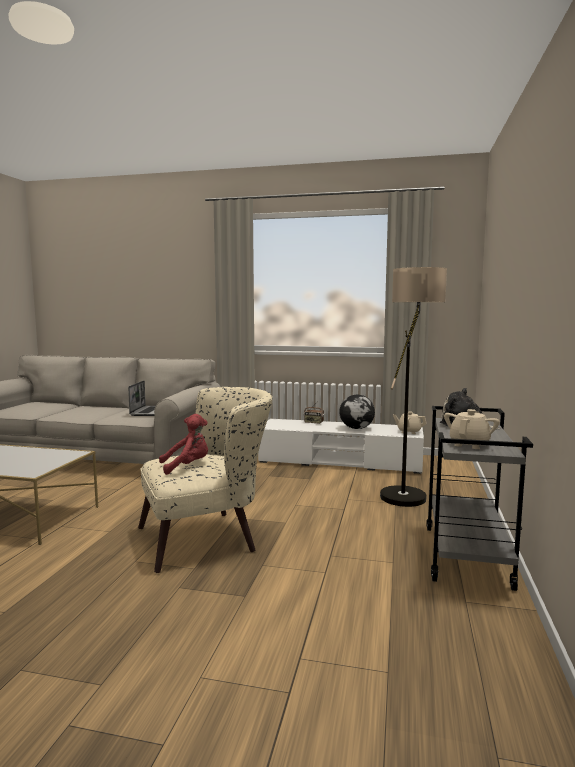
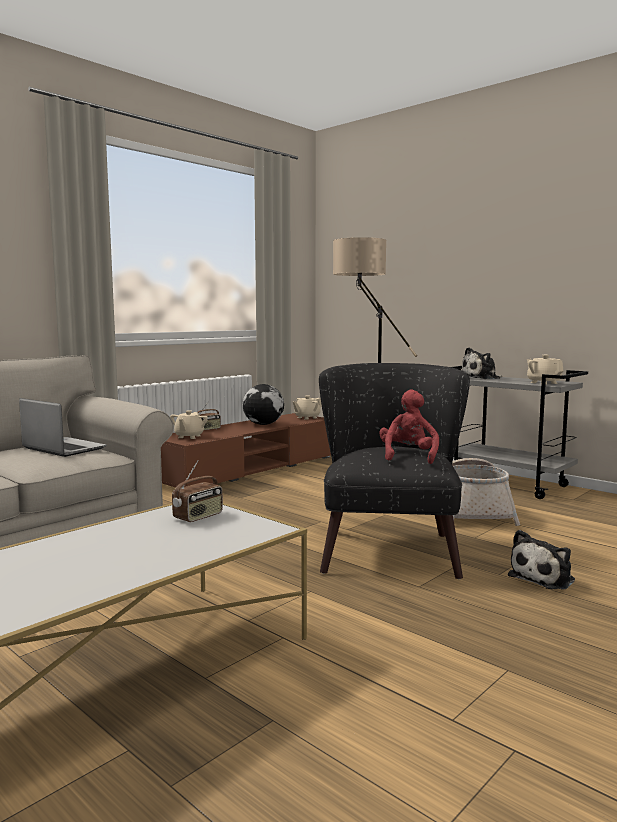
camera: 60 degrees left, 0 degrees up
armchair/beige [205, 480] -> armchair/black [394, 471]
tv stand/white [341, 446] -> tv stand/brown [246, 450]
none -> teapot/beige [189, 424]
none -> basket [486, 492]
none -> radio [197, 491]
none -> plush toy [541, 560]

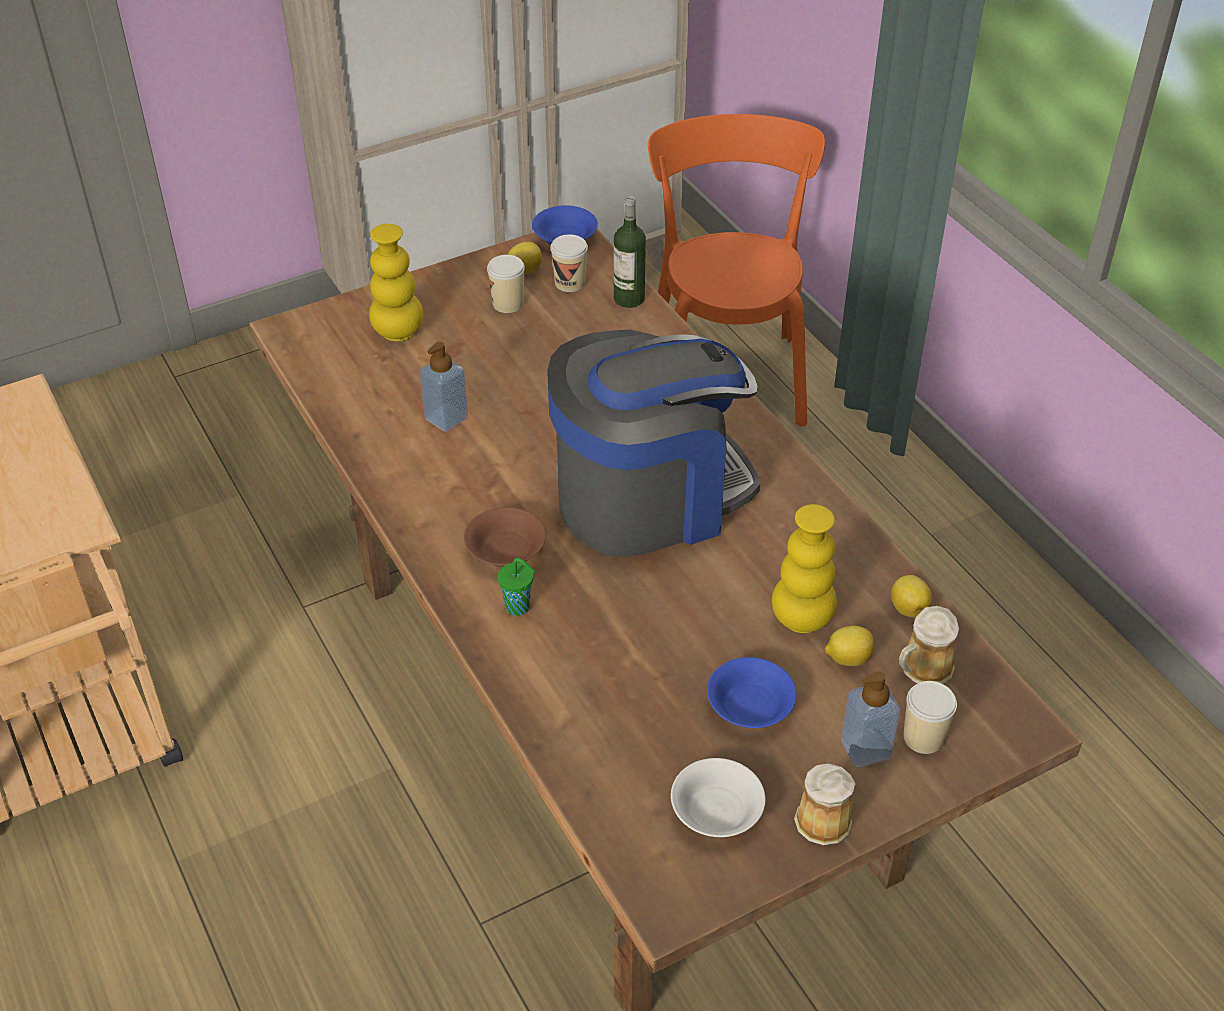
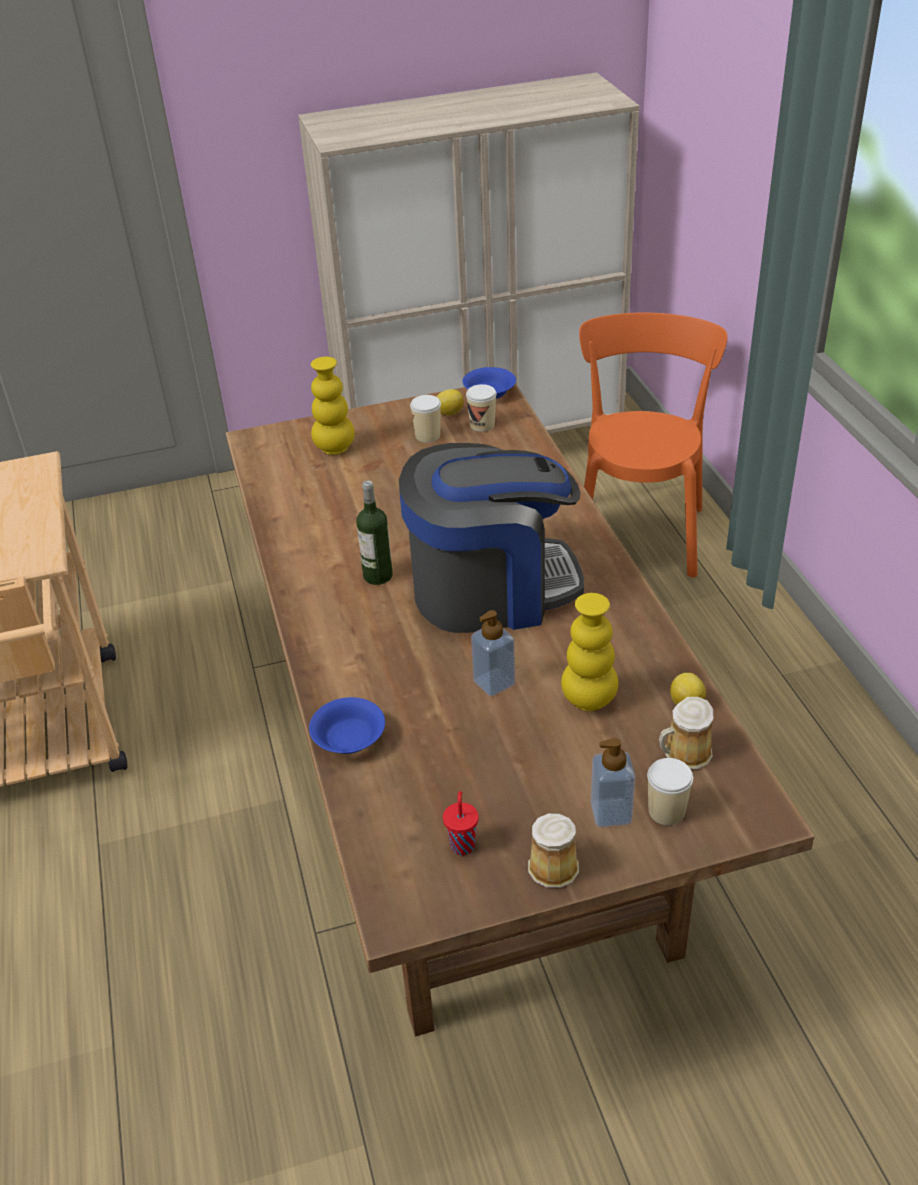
camera: 15 degrees right, 5 degrees down
bottle [630, 252] -> bottle [375, 532], relocated
soap dispenser [443, 387] -> soap dispenser [493, 653], relocated
bowl/brown [505, 537] -> none
cup/green [517, 587] -> none
lemon [849, 646] -> none
bowl/blue [752, 692] -> bowl/blue [347, 725], relocated
bowl/white [718, 797] -> cup/red [461, 823]

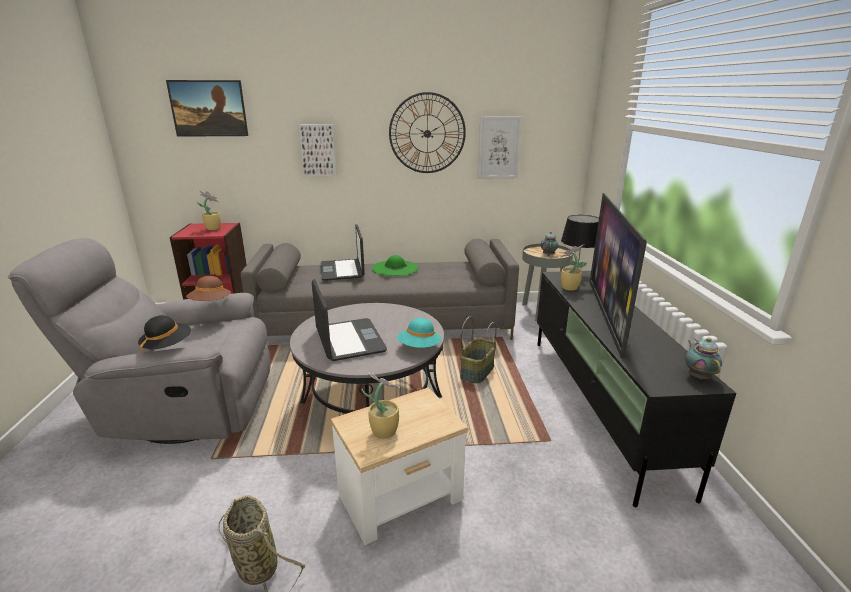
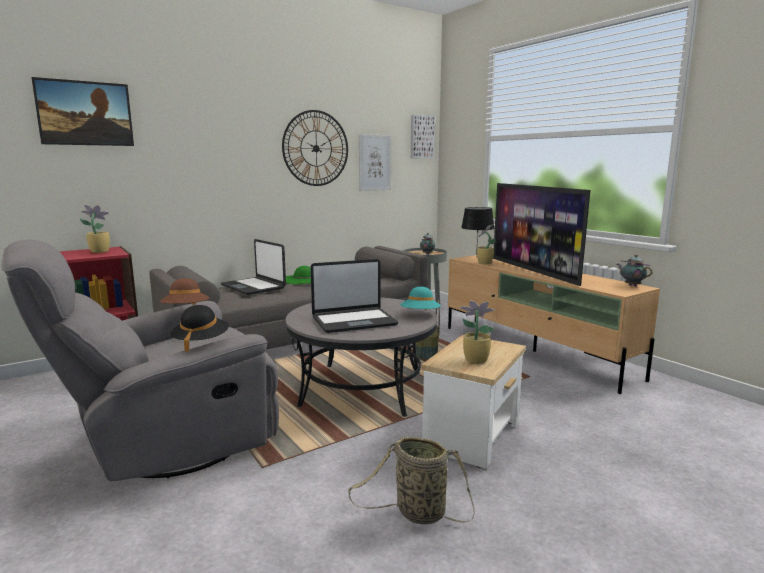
camera: 30 degrees left, 10 degrees down
picture [318, 150] -> picture [423, 136], relocated
tv stand/black [636, 389] -> tv stand/beige [554, 324]
laptop [349, 320] -> laptop [354, 296], 120 degrees clockwise

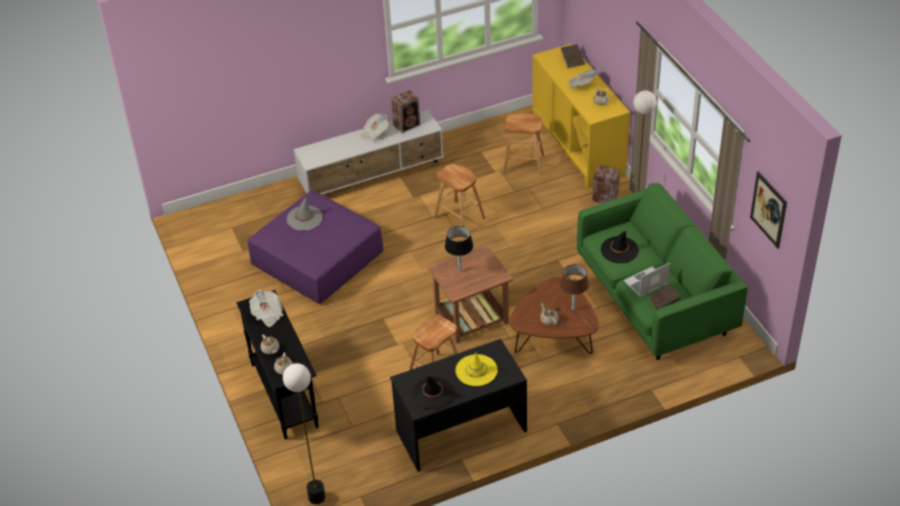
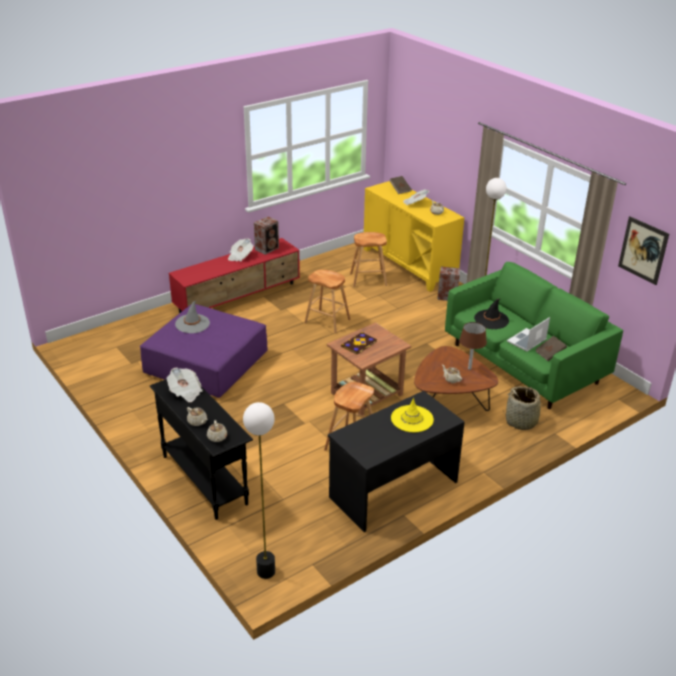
camera: 15 degrees left, 10 degrees down
tv stand/white [368, 152] -> tv stand/red [234, 275]
table lamp/black [459, 249] -> book [359, 343]
hat/black [433, 392] -> none
none -> basket [525, 408]

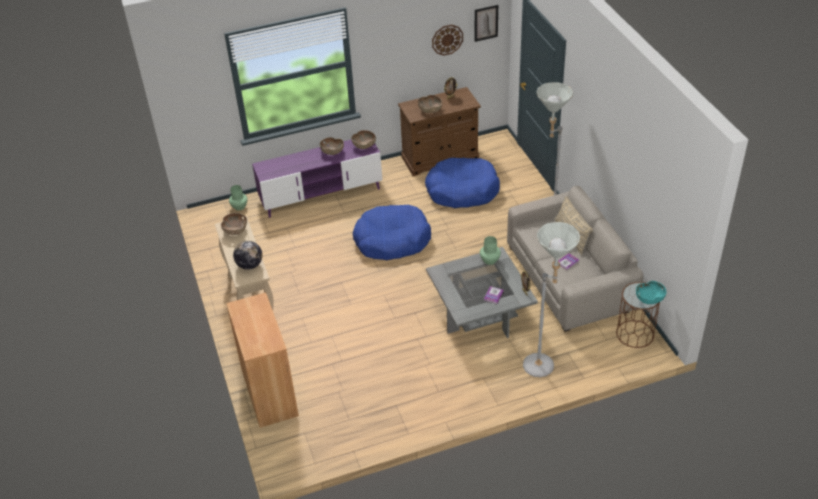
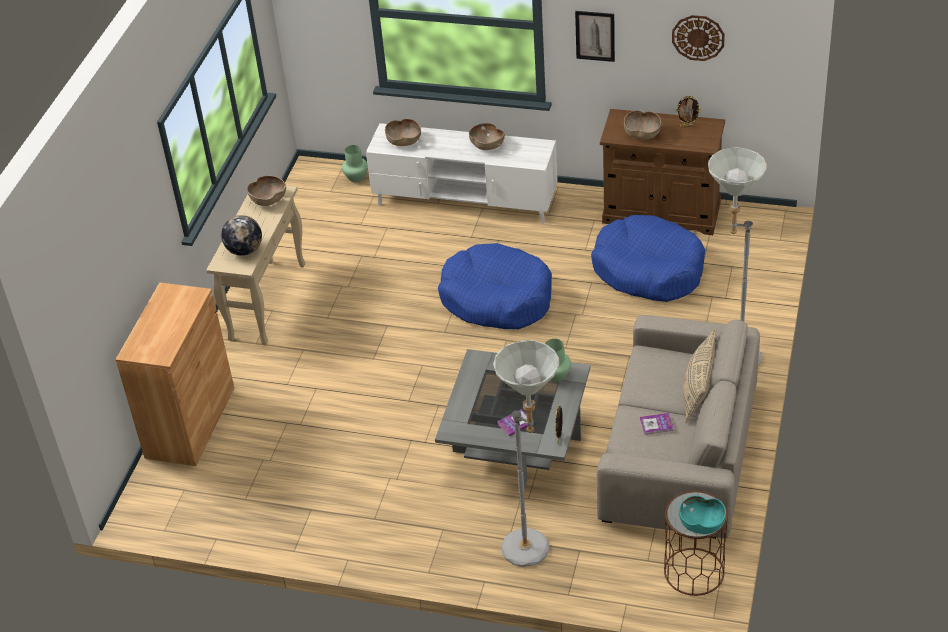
camera: 35 degrees right, 0 degrees up
picture [486, 23] -> picture [595, 36], relocated
bowl/brown [363, 139] -> bowl/brown [403, 132], relocated
tv stand/purple [317, 179] -> tv stand/white [462, 173]

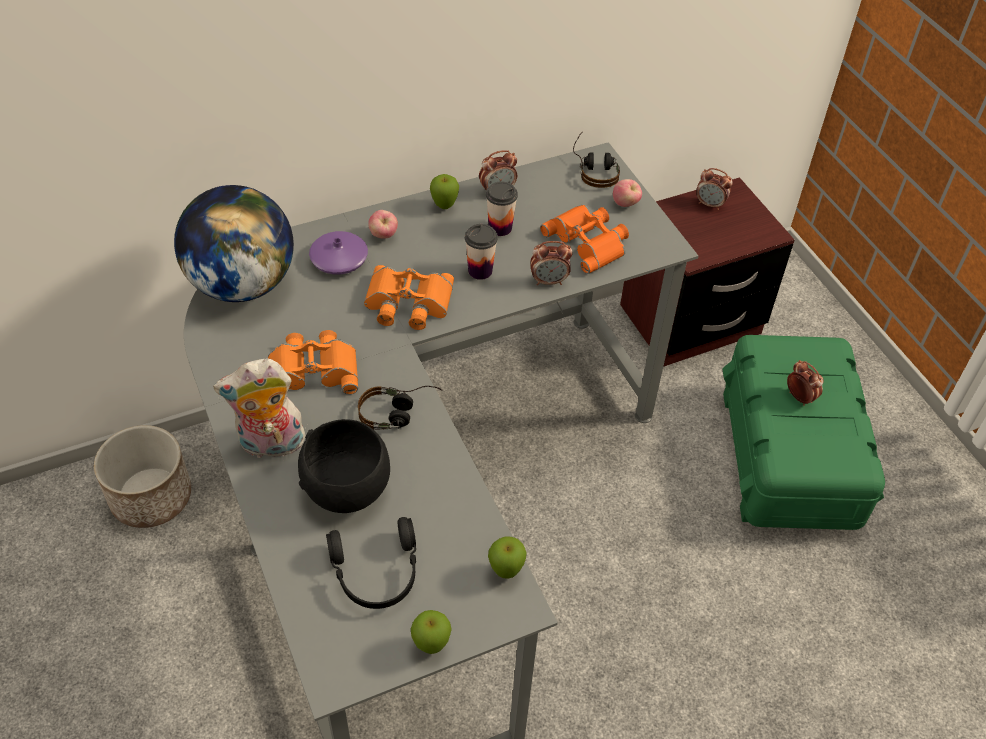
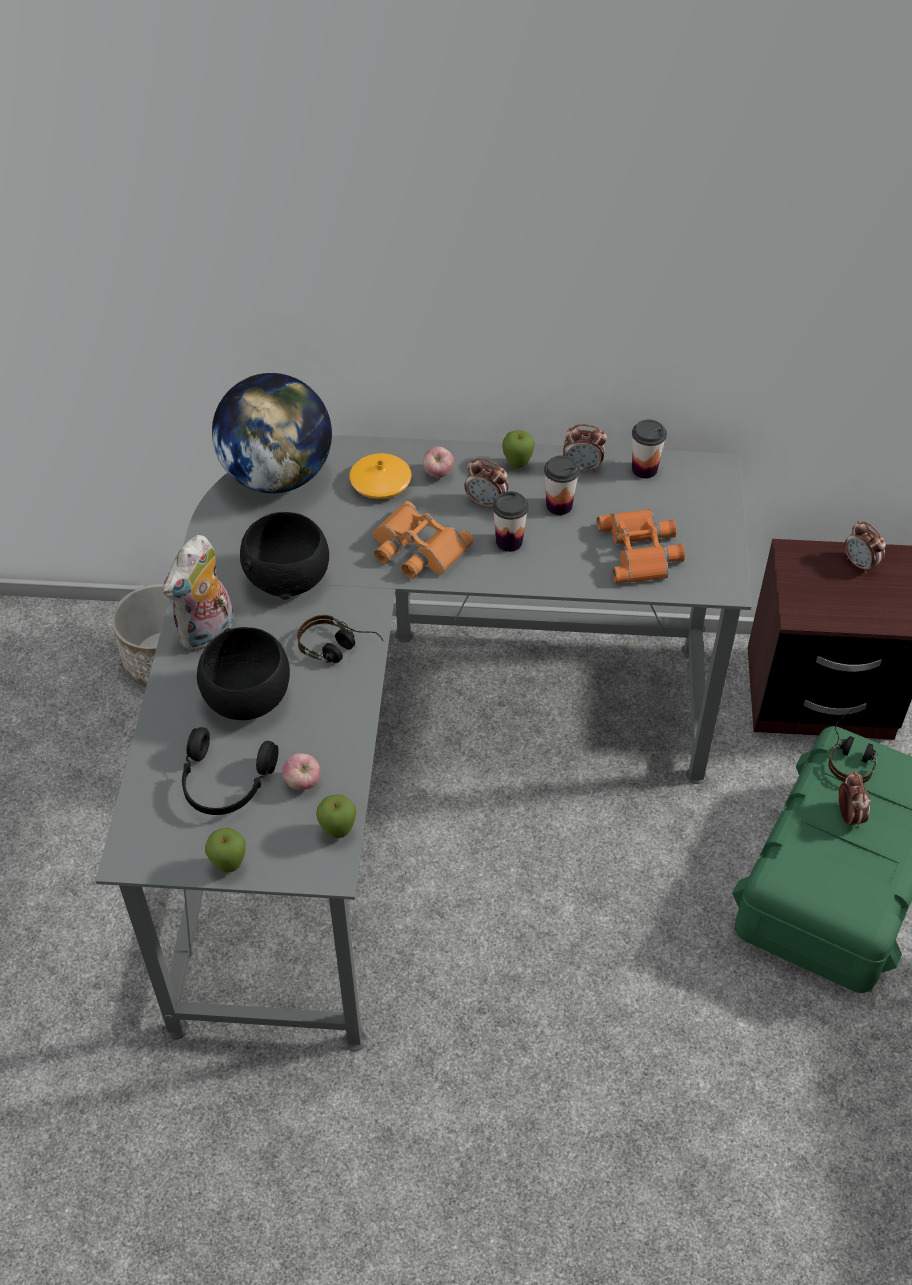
camera: 30 degrees right, 0 degrees up
headphones [596, 159] -> headphones [853, 746], relocated
apple [627, 193] -> apple [301, 771], relocated
vase/purple [338, 252] -> vase/orange [380, 476]
alarm clock [552, 263] -> alarm clock [486, 482], relocated
binoculars/orange [313, 362] -> bowl/black [284, 556]
plush toy [260, 409] -> plush toy [199, 593], 75 degrees counterclockwise
none -> cup [649, 449]

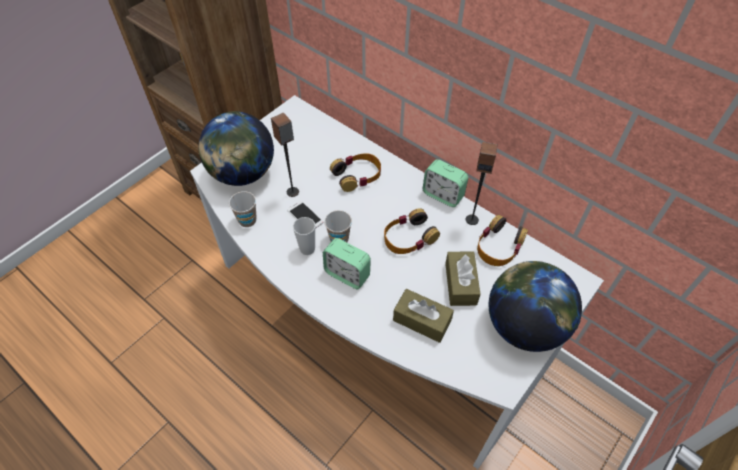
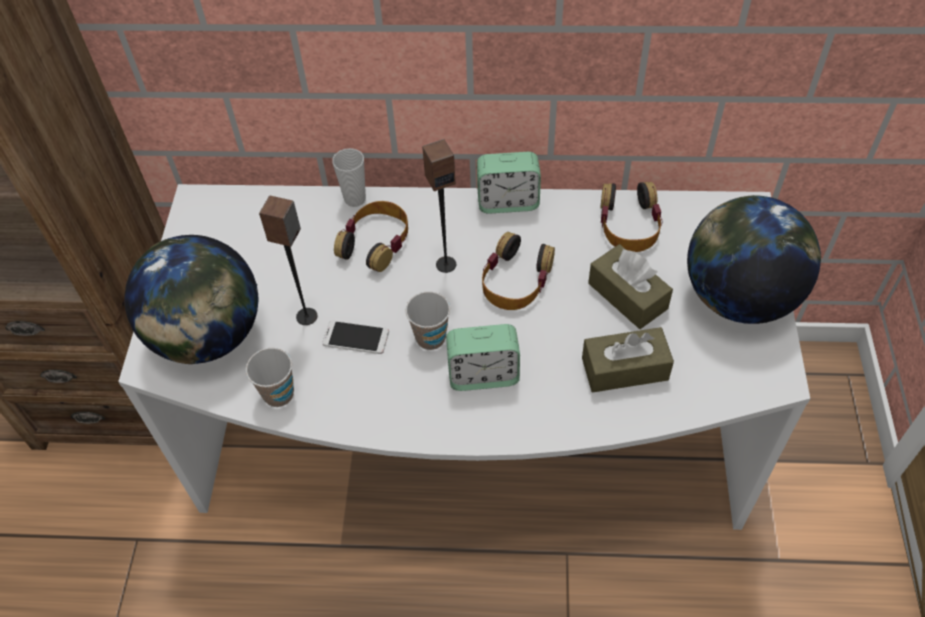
camera: 35 degrees left, 0 degrees up
speaker [482, 183] -> speaker [439, 206], relocated
cup [304, 236] -> cup [349, 177], relocated

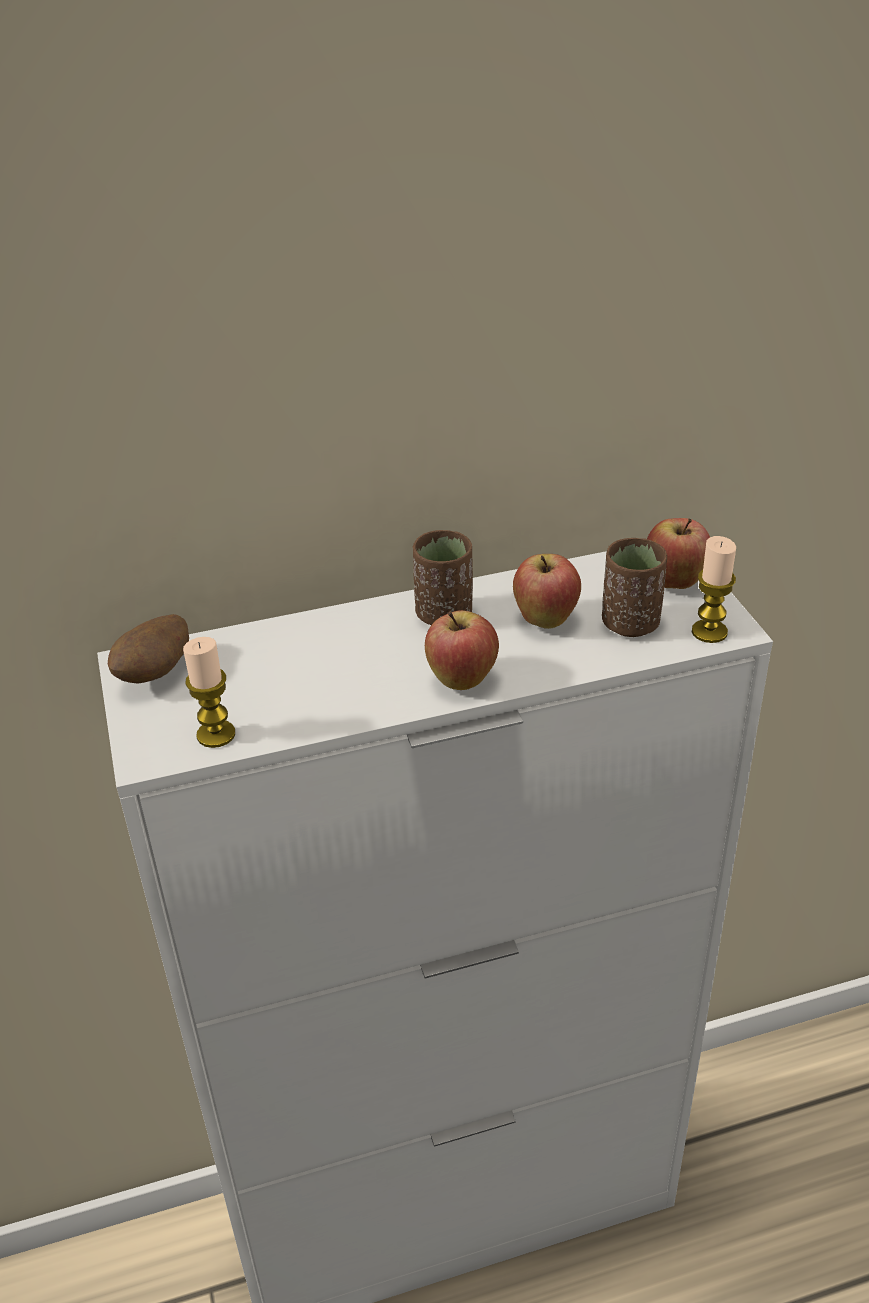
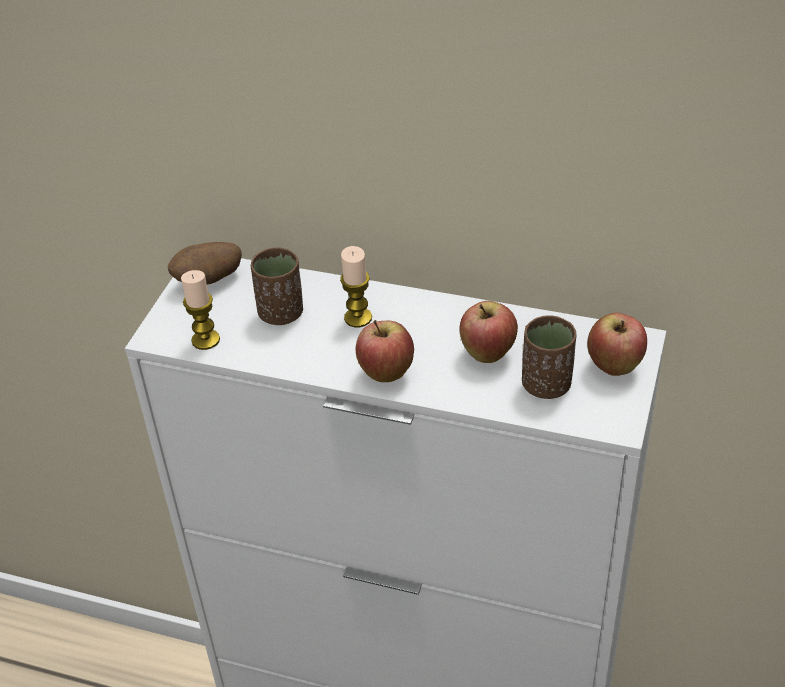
camera: 35 degrees right, 5 degrees up
cup/brown [442, 577] -> cup/brown [277, 286], relocated
candle [714, 589] -> candle [356, 286], relocated

